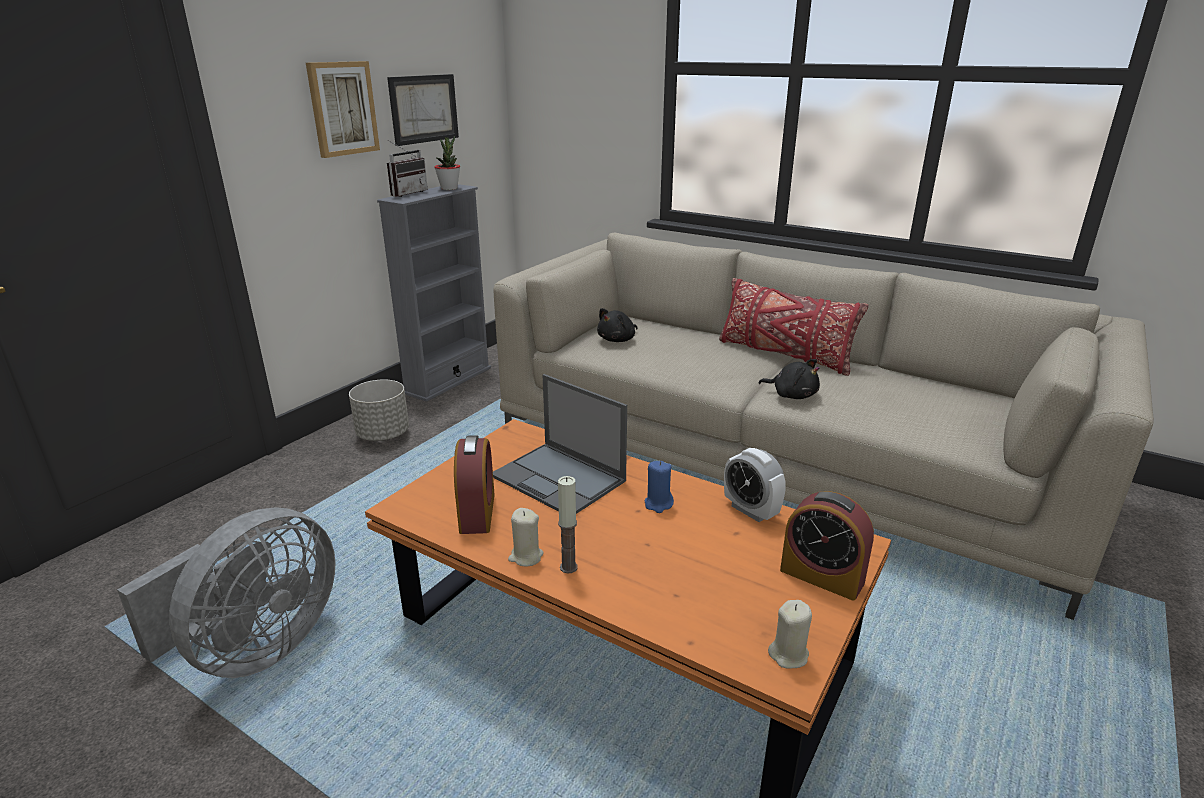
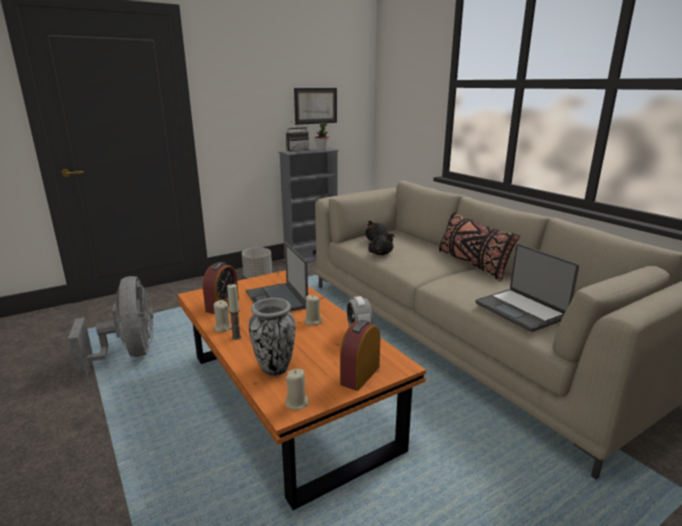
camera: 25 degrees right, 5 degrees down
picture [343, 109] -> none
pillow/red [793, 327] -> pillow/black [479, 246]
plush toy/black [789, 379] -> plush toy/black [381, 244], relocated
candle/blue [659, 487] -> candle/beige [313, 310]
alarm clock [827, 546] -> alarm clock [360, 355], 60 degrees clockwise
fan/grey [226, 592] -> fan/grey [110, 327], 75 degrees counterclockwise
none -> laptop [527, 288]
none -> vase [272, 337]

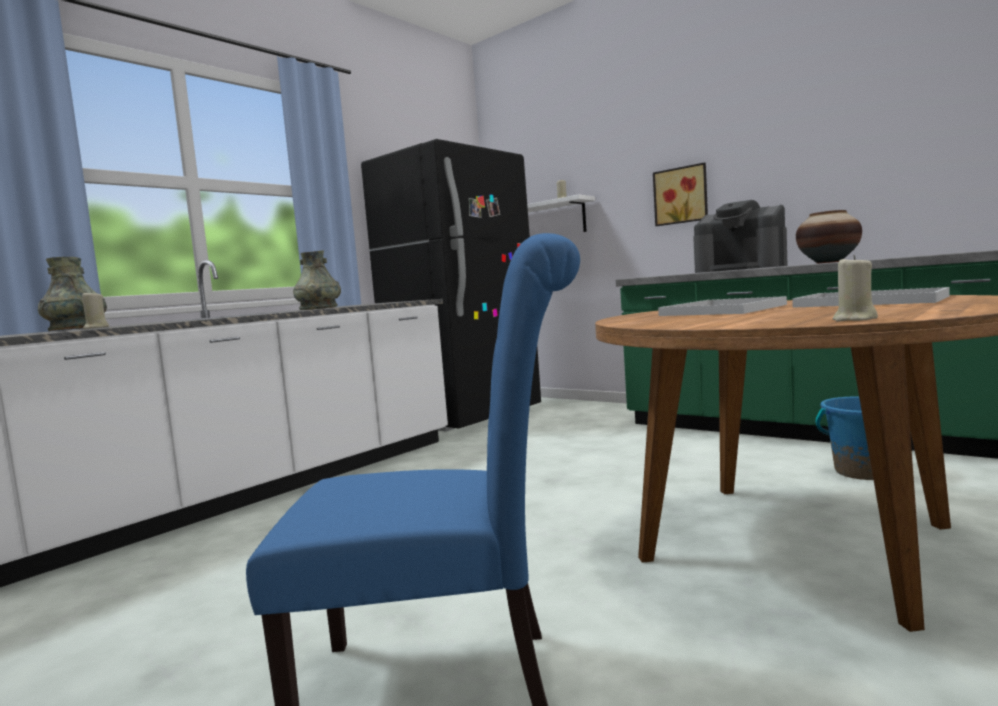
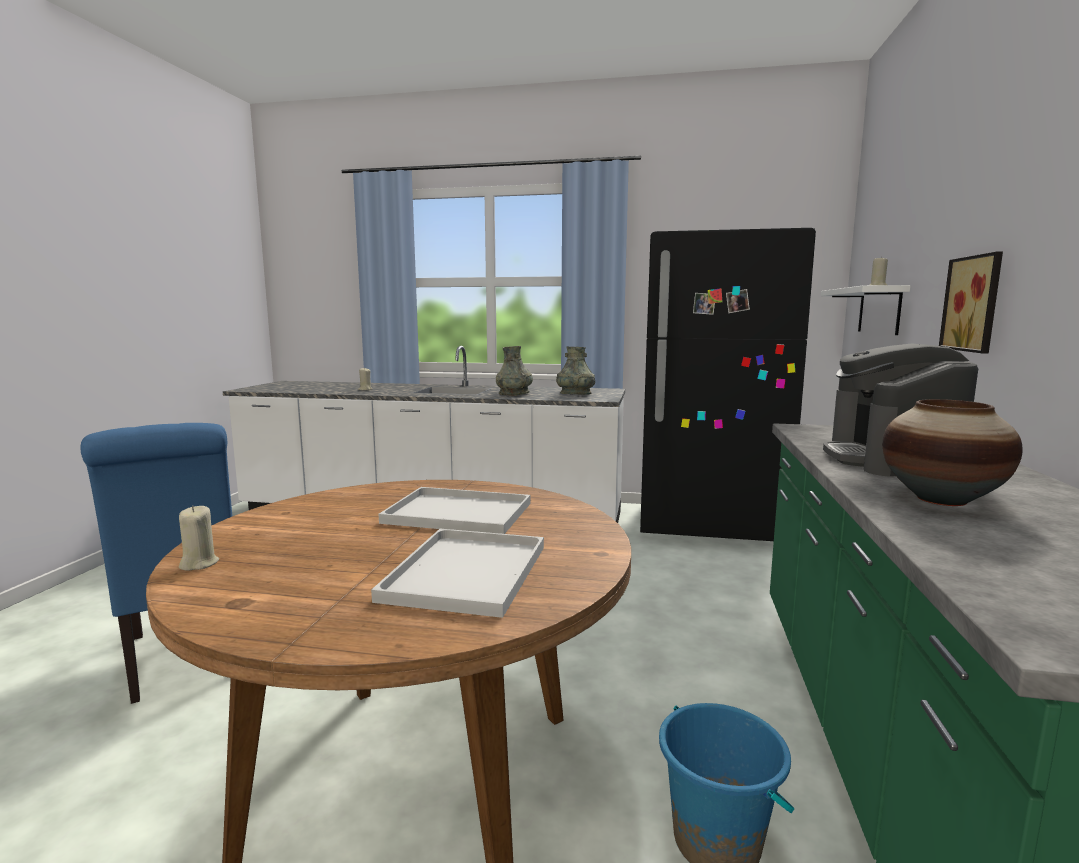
camera: 60 degrees right, 5 degrees up
vase/grey [72, 294] -> vase/grey [575, 370], relocated

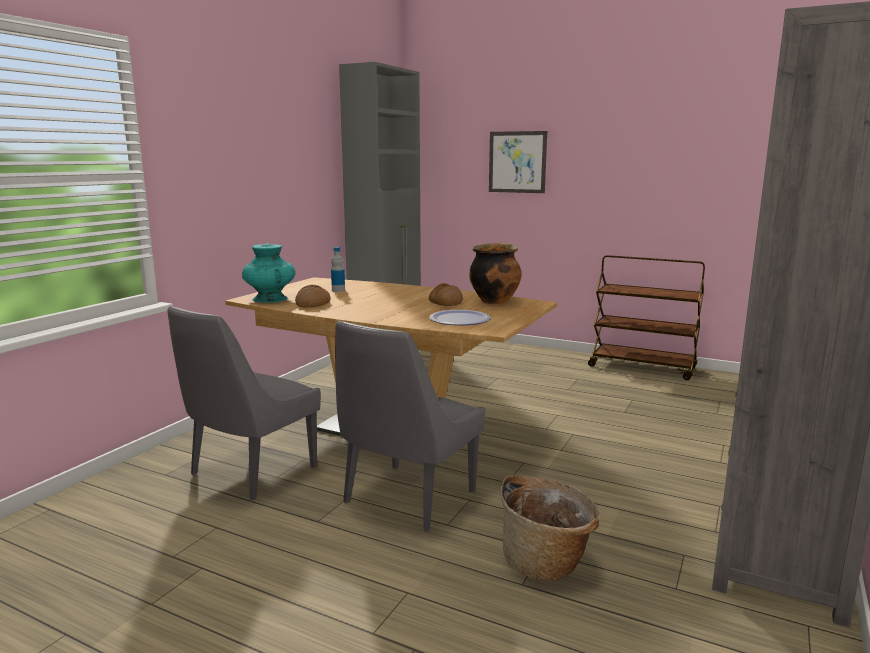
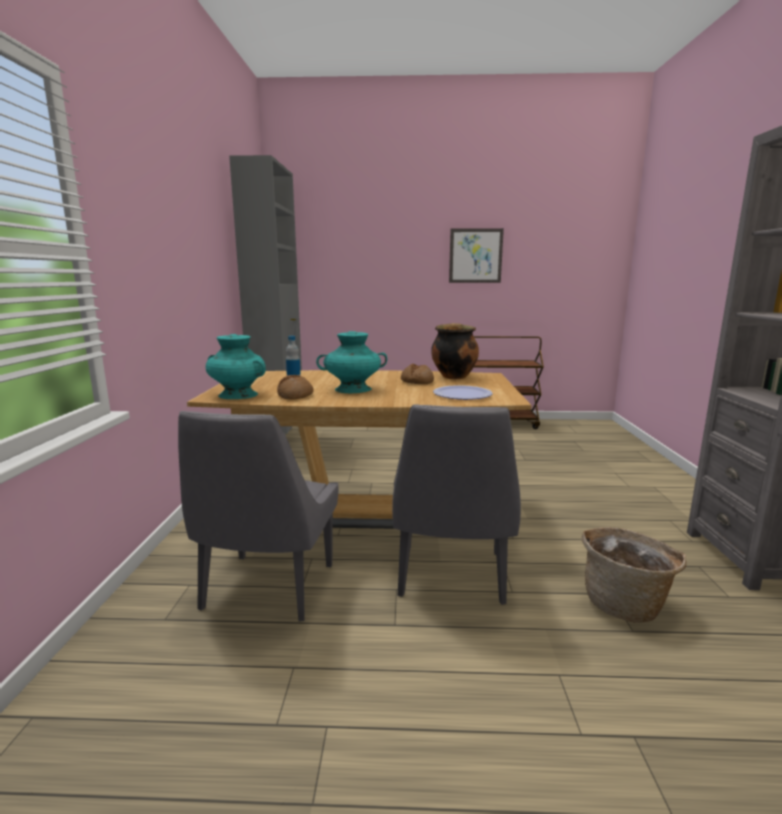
camera: 25 degrees left, 0 degrees up
picture [518, 162] -> picture [476, 255], relocated
none -> vase/turquoise [351, 362]

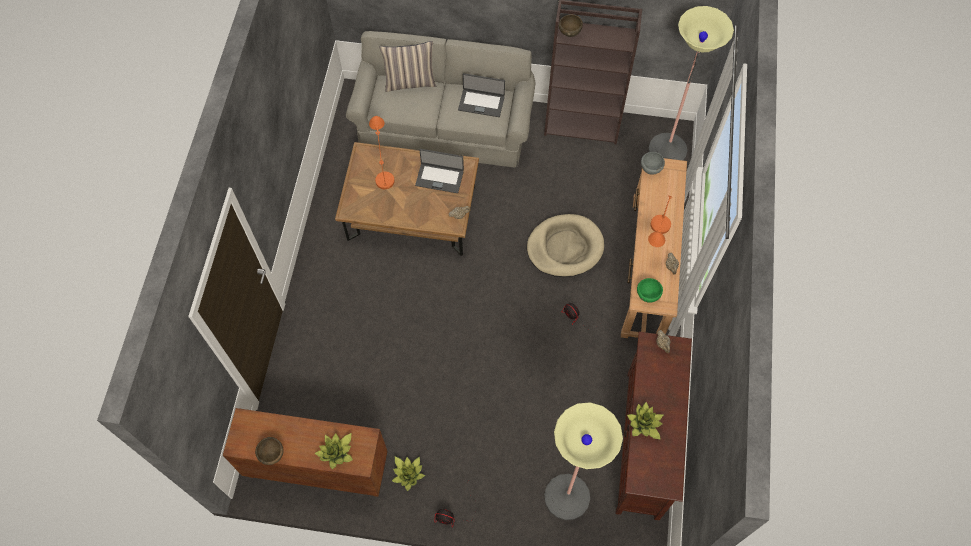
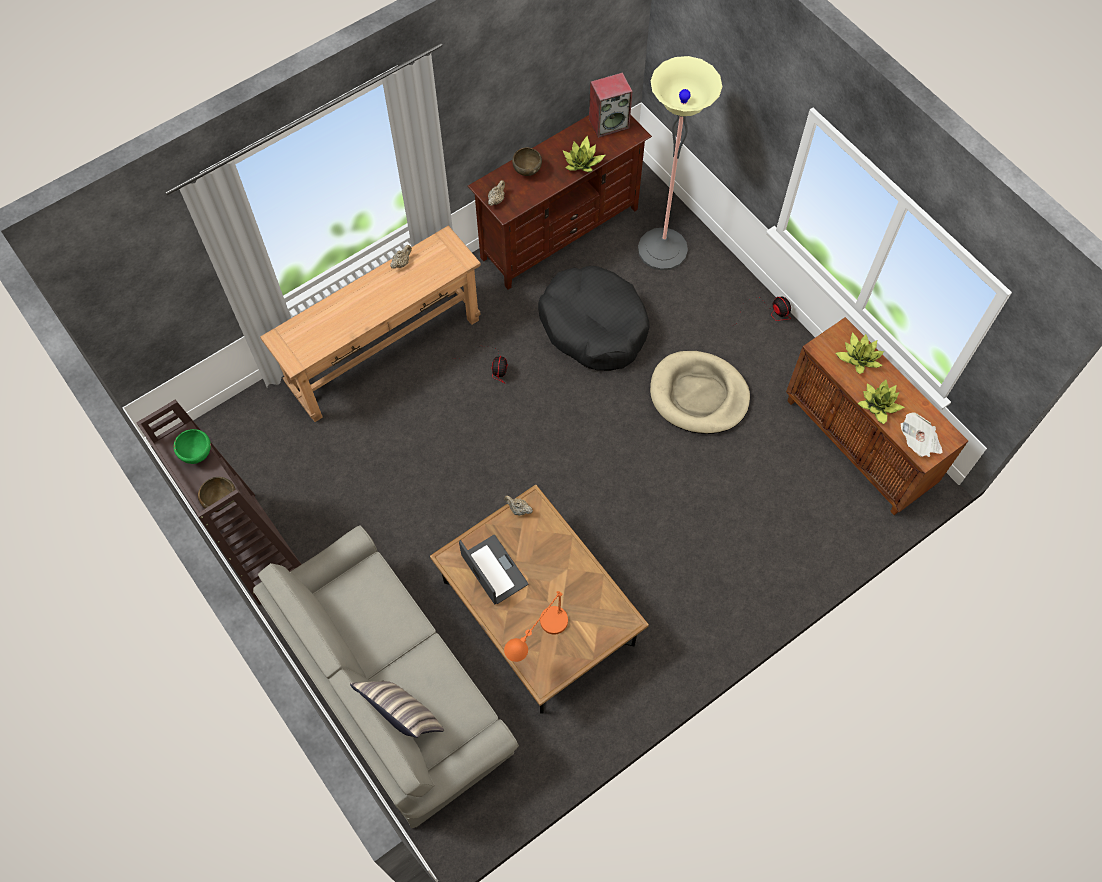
camera: 135 degrees left, 0 degrees up
floor lamp [691, 83] -> none
laptop [481, 95] -> none
bowl/grey [653, 163] -> none
table lamp/orange [660, 221] -> none
dog bed/beige [565, 245] -> dog bed/beige [700, 392], relocated
bowl/green [650, 290] -> bowl/green [192, 446], relocated
bowl/brown [269, 451] -> bowl/brown [527, 161], relocated
potted plant [408, 473] -> potted plant [881, 401], relocated
none -> speaker [611, 105]
none -> dog bed/black [593, 318]
none -> newspaper [922, 435]

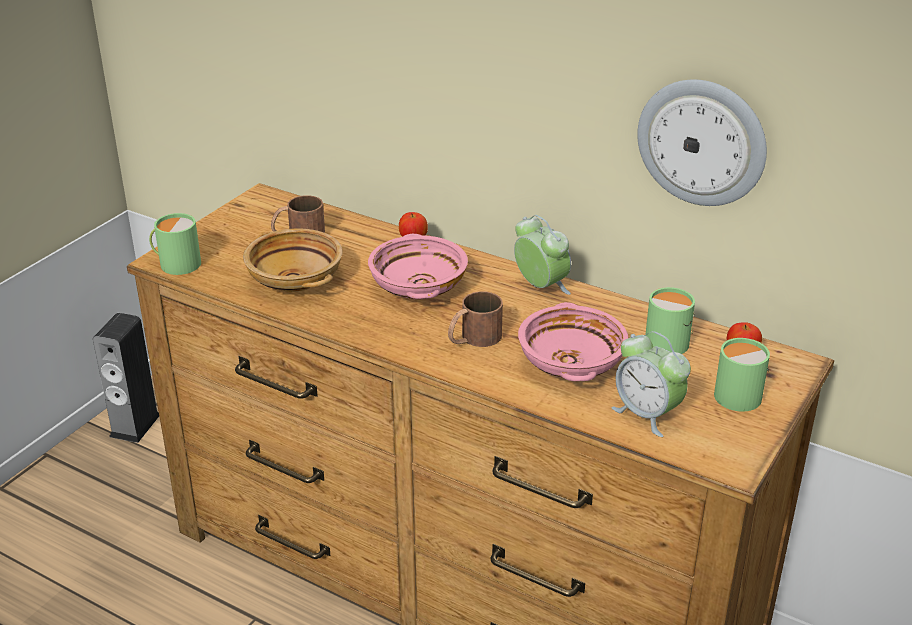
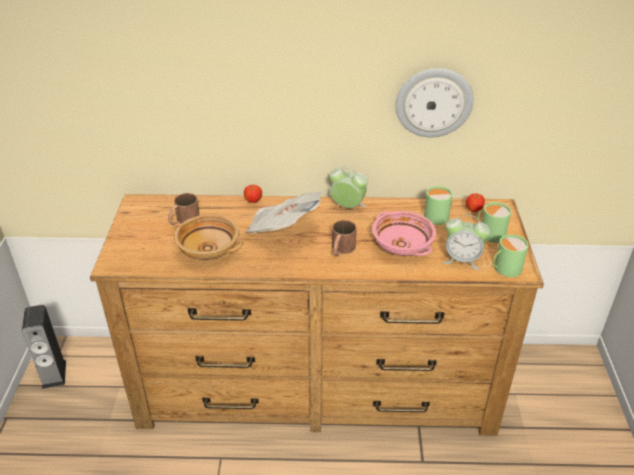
camera: 30 degrees left, 5 degrees up
mug/green [175, 244] -> mug/green [510, 255], relocated
bowl/pink [418, 267] -> newspaper [283, 212]

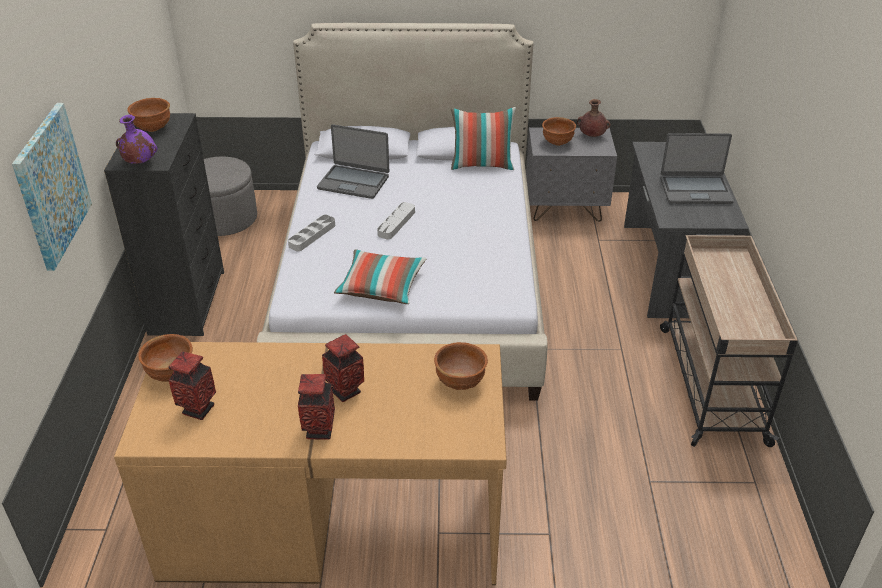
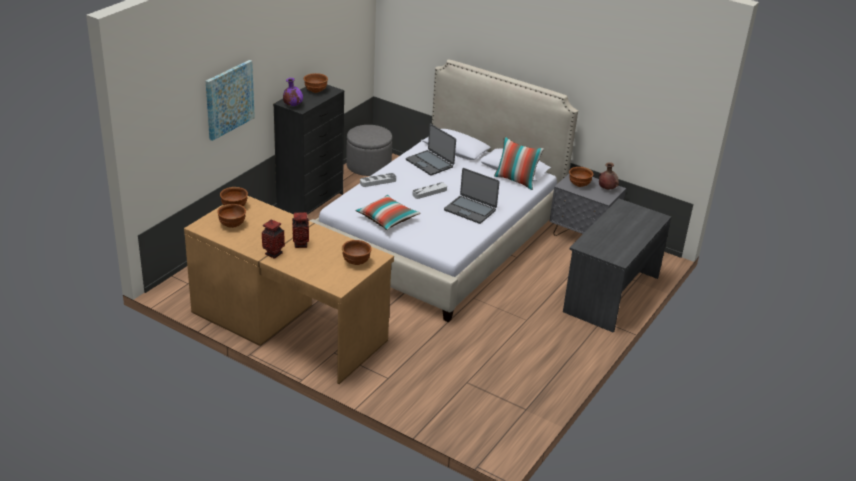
camera: 30 degrees right, 5 degrees down
laptop [697, 168] -> laptop [472, 196], relocated
cart/beige [729, 340] -> none
vase [192, 385] -> bowl/brown [231, 216]

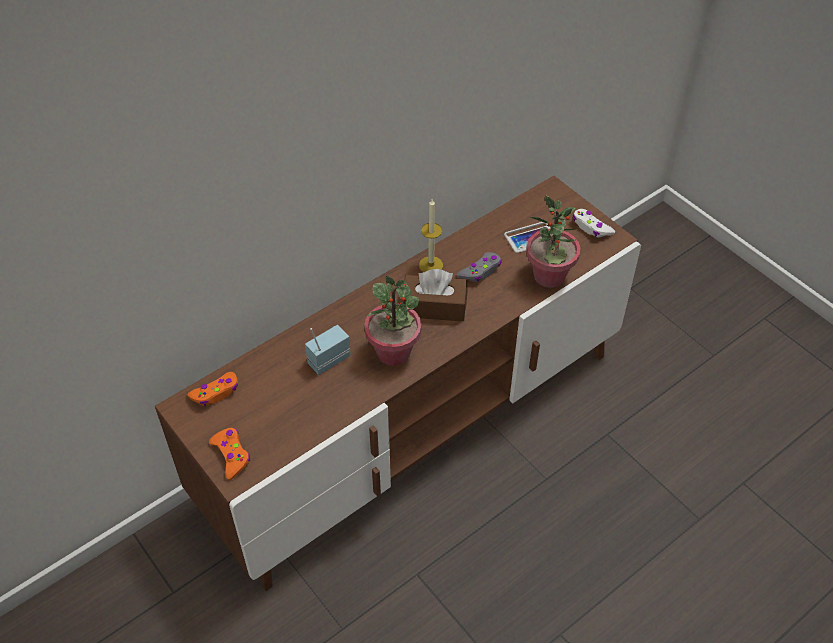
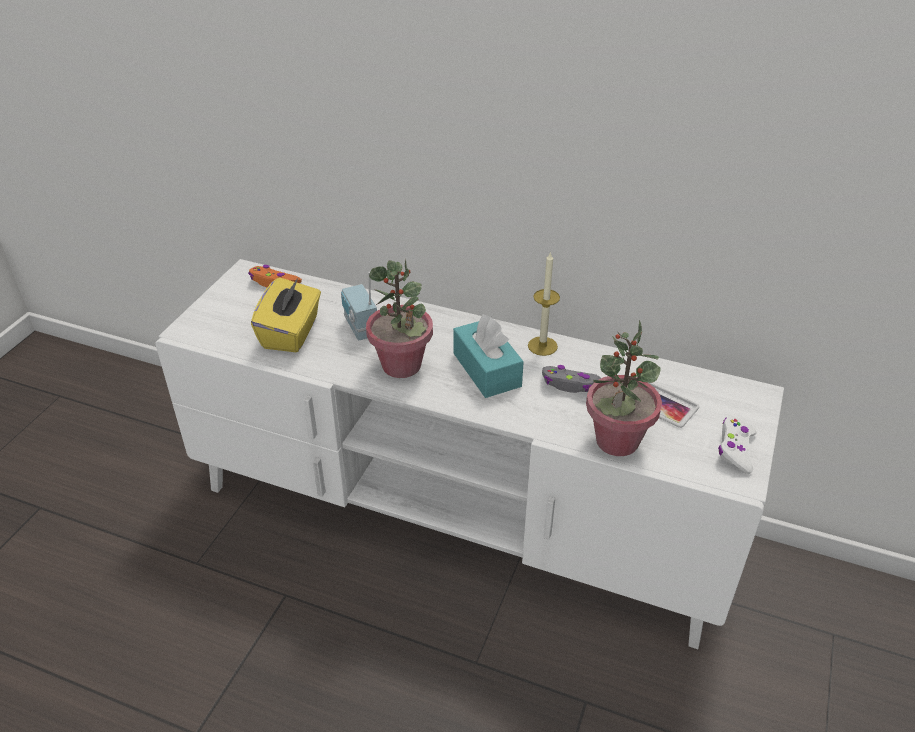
camera: 60 degrees right, 10 degrees down
tv stand/brown [398, 383] -> tv stand/white [469, 454]
tissue box/brown [435, 295] -> tissue box/turquoise [488, 356]
radio [328, 350] -> radio [359, 306], 135 degrees counterclockwise
game controller/orange [229, 454] -> none
none -> tissue box/yellow [286, 315]

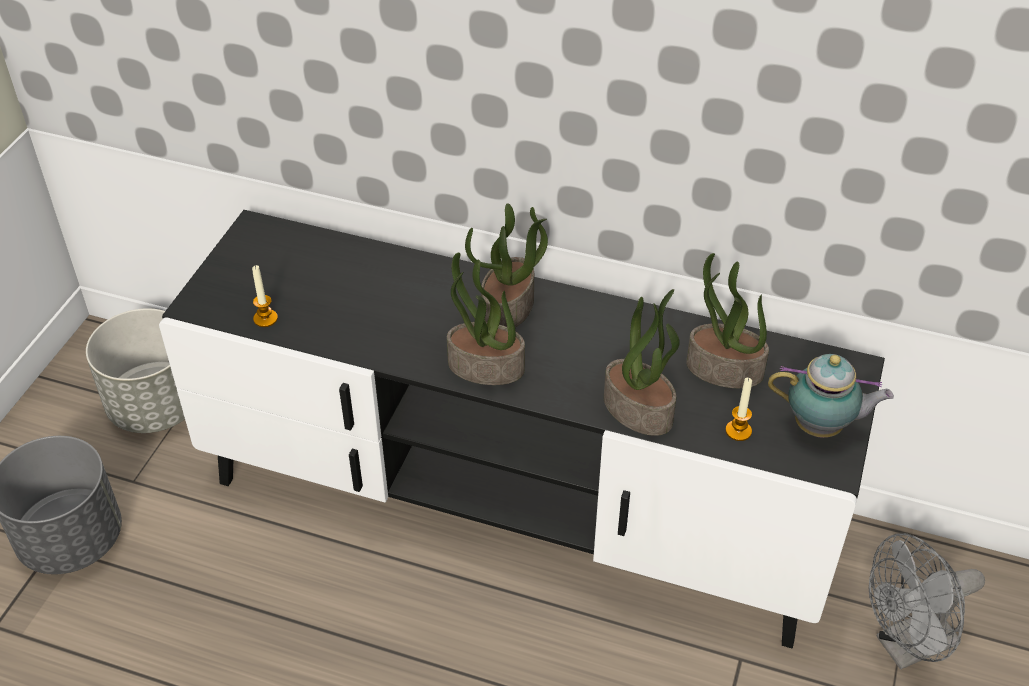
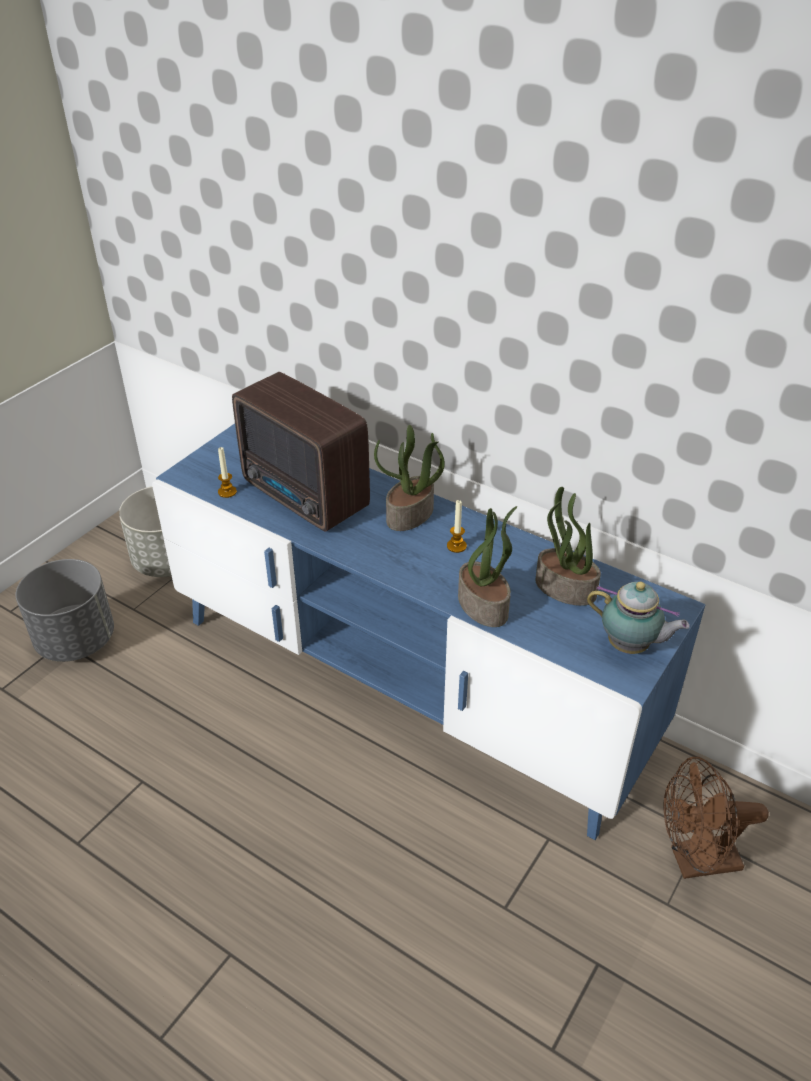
camera: 15 degrees right, 5 degrees down
tv stand/black [522, 429] -> tv stand/blue [428, 632]
potted plant [486, 319] -> none
candle [738, 409] -> candle [457, 526], relocated
fan/grey [927, 601] -> fan/brown [716, 818]
none -> radio [301, 452]

